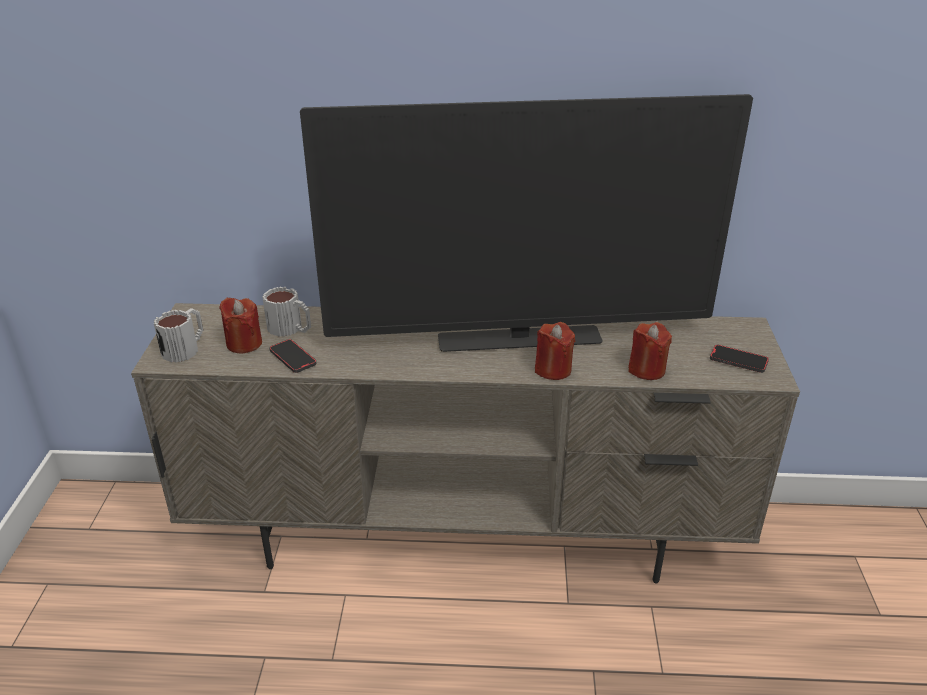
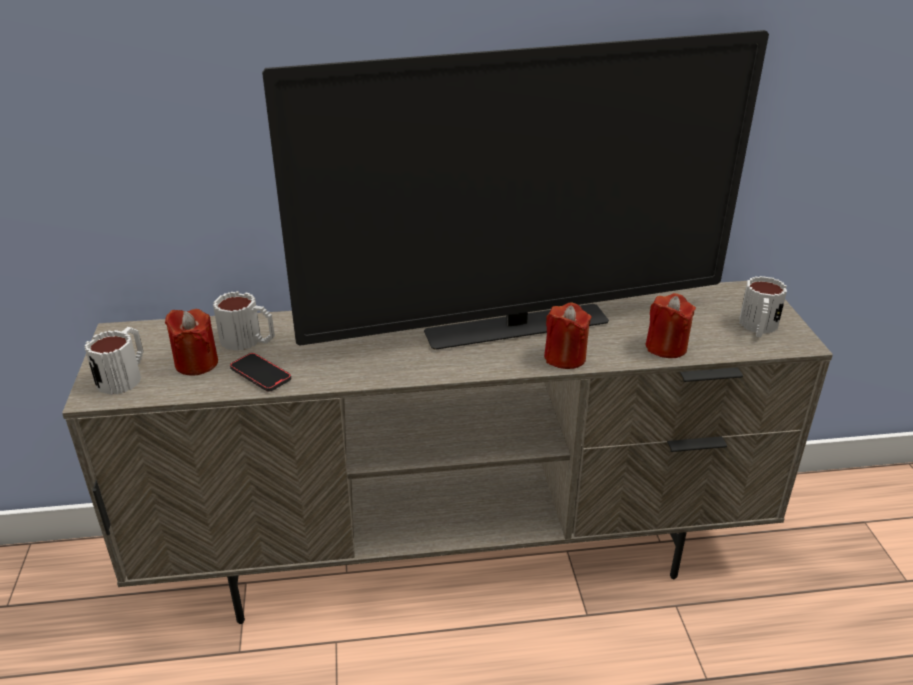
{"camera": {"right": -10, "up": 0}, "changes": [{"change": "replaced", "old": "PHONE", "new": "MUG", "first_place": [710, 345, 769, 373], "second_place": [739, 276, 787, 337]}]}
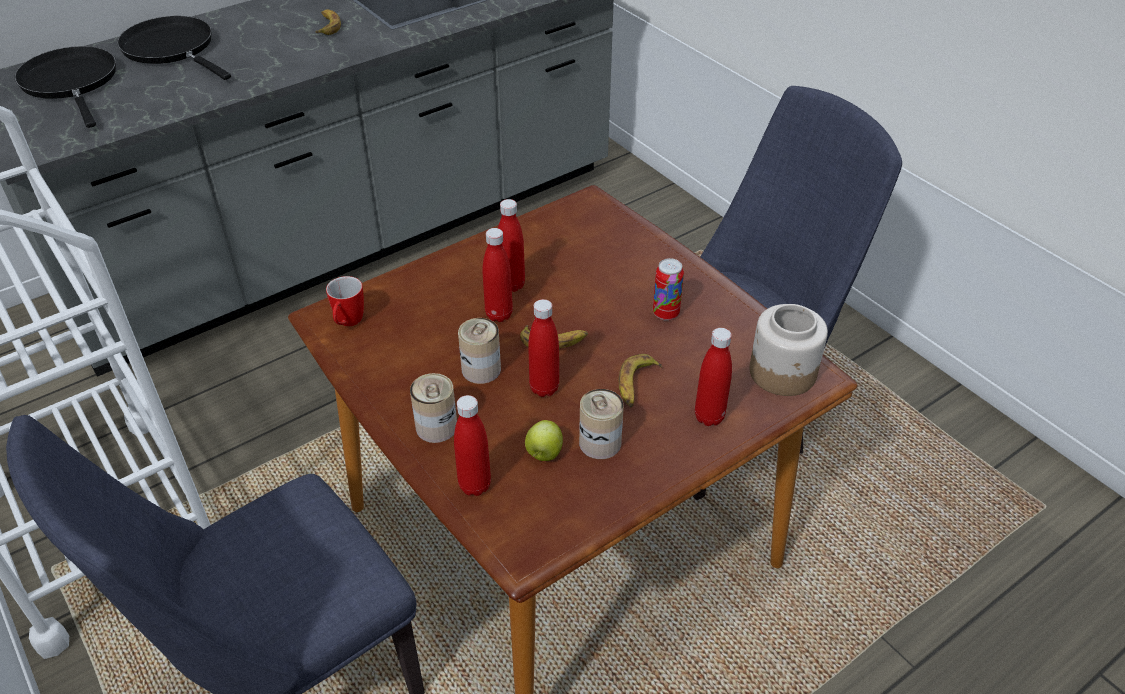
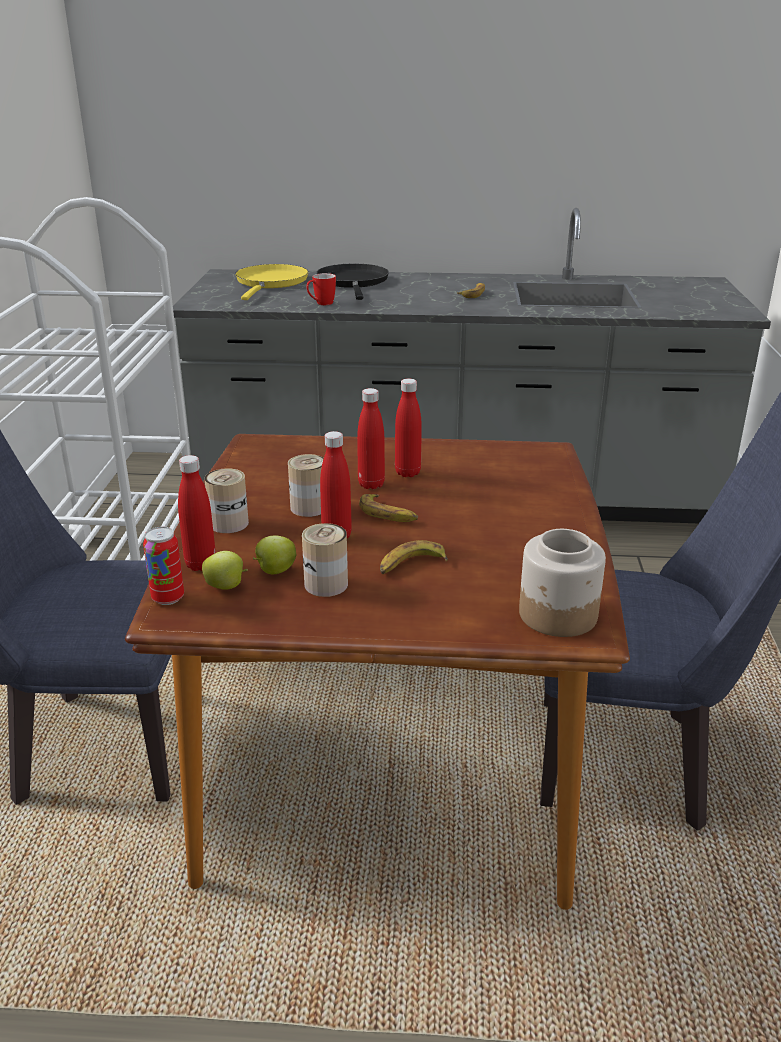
{"camera": {"right": 40, "up": -15}, "changes": [{"change": "removed", "old": "RED BOTTLE", "first_place": [695, 328, 732, 426]}, {"change": "added", "new": "APPLE", "second_place": [202, 551, 248, 590]}, {"change": "moved", "old": "MUG", "first_place": [326, 276, 364, 326], "second_place": [306, 273, 336, 305]}, {"change": "moved", "old": "CAN", "first_place": [653, 258, 684, 321], "second_place": [143, 527, 184, 605]}, {"change": "recoloured", "old": "BLACK FRYING PAN", "new": "YELLOW FRYING PAN", "first_place": [15, 46, 116, 128], "second_place": [235, 264, 308, 300]}]}
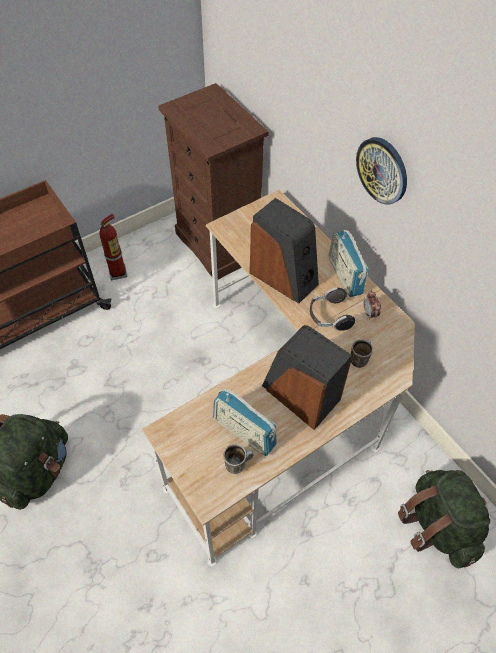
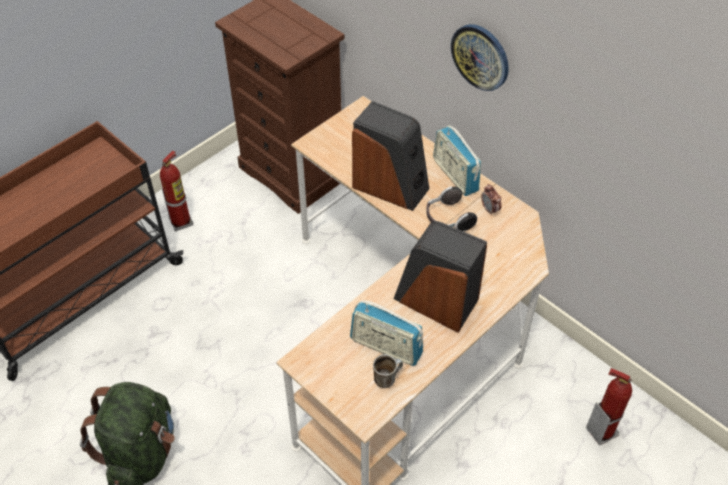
{"camera": {"right": -10, "up": -5}, "changes": [{"change": "removed", "old": "MUG", "first_place": [351, 339, 373, 368]}, {"change": "replaced", "old": "GREEN BACKPACK", "new": "FIRE EXTINGUISHER", "first_place": [398, 470, 490, 569], "second_place": [586, 368, 632, 445]}]}
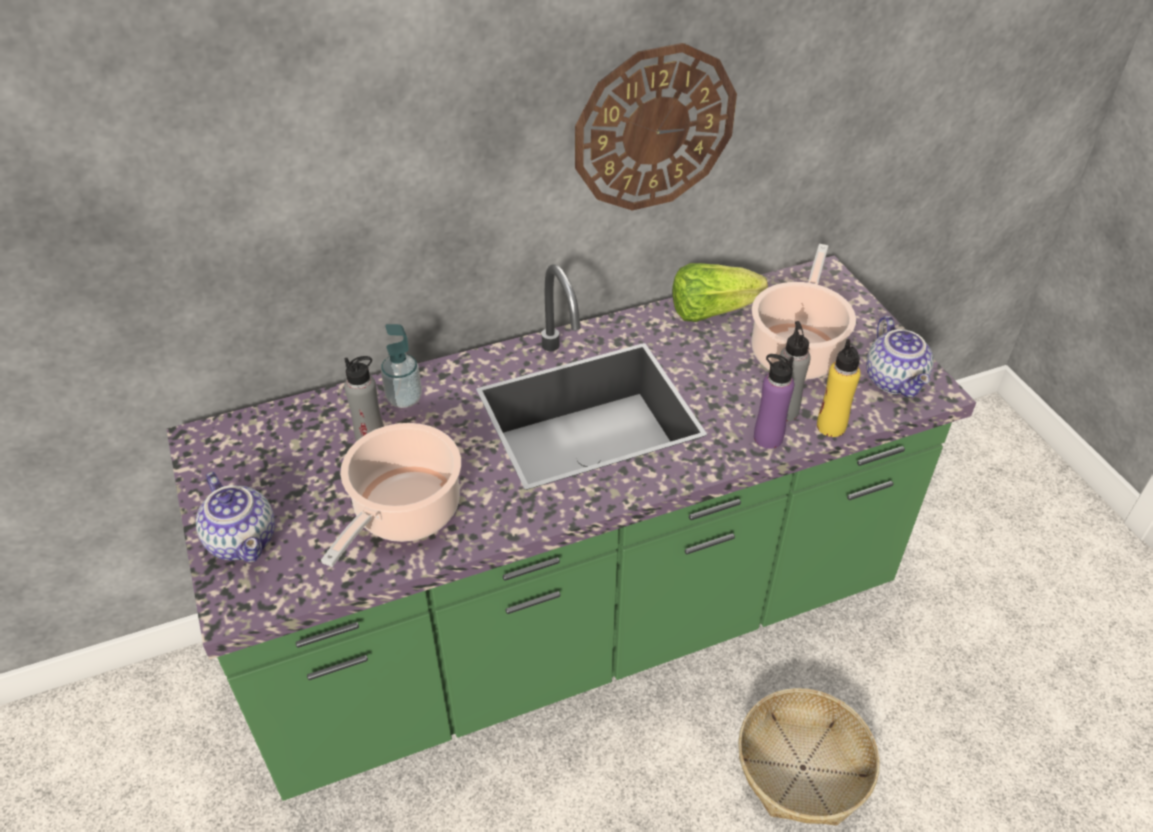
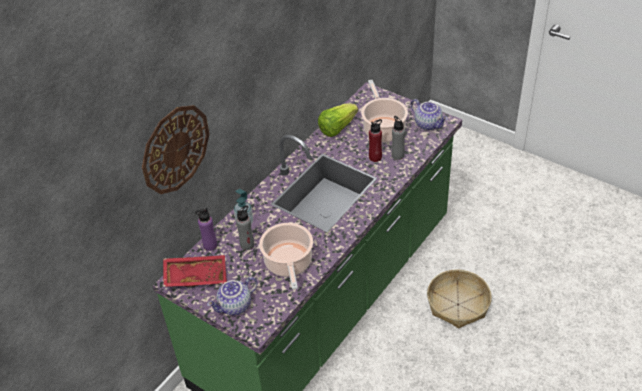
{"camera": {"right": -30, "up": 0}, "changes": [{"change": "removed", "old": "YELLOW BOTTLE", "first_place": [817, 339, 861, 437]}, {"change": "added", "new": "RED TRAY", "second_place": [163, 255, 227, 287]}, {"change": "added", "new": "RED BOTTLE", "second_place": [369, 119, 382, 162]}, {"change": "moved", "old": "WALL CLOCK", "first_place": [575, 43, 737, 211], "second_place": [142, 105, 209, 194]}, {"change": "moved", "old": "PURPLE BOTTLE", "first_place": [754, 354, 794, 449], "second_place": [195, 208, 217, 251]}, {"change": "turned", "old": "TEAPOT", "first_place": [196, 472, 275, 562], "second_place": [207, 277, 257, 315], "degrees": 120}]}
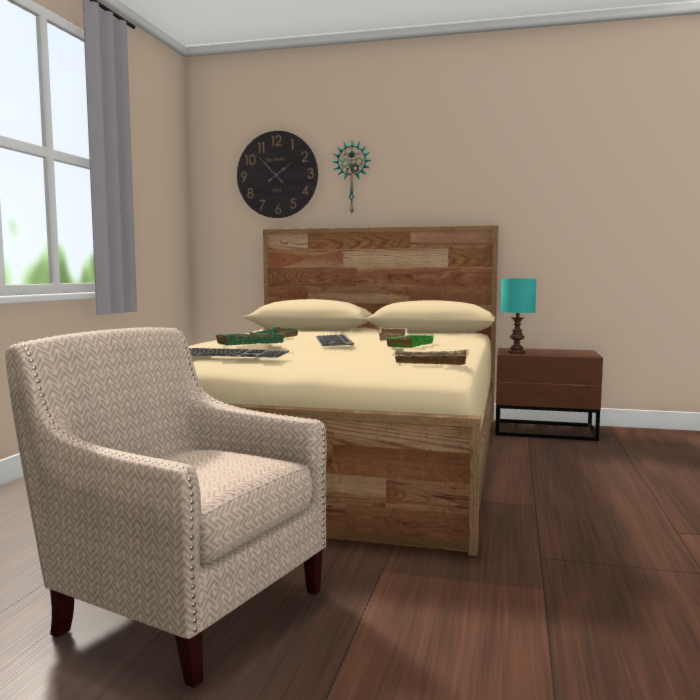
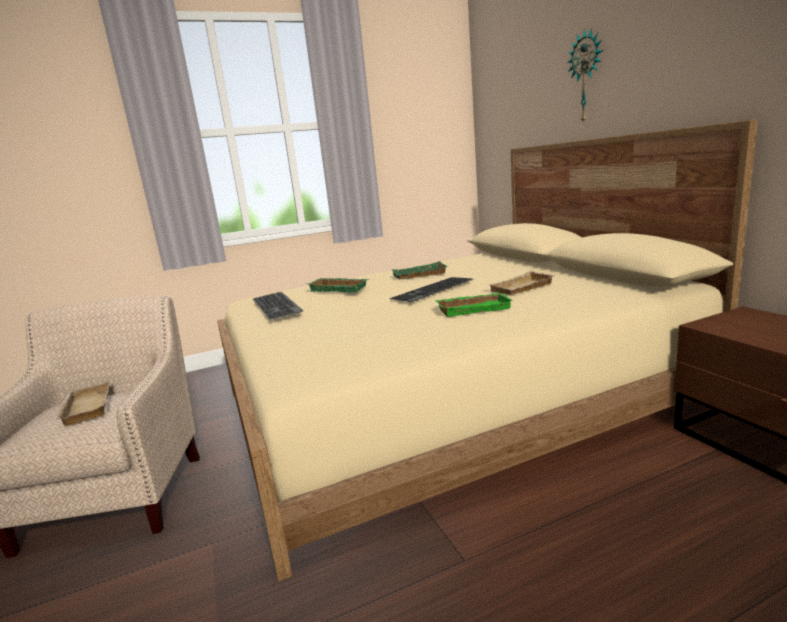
{"camera": {"right": 55, "up": 10}, "changes": [{"change": "removed", "old": "WALL CLOCK", "first_place": [237, 131, 318, 218]}, {"change": "removed", "old": "TURQUOISE TABLE LAMP", "first_place": [500, 278, 536, 354]}, {"change": "moved", "old": "BEIGE TRAY", "first_place": [392, 349, 469, 365], "second_place": [56, 382, 109, 426]}]}
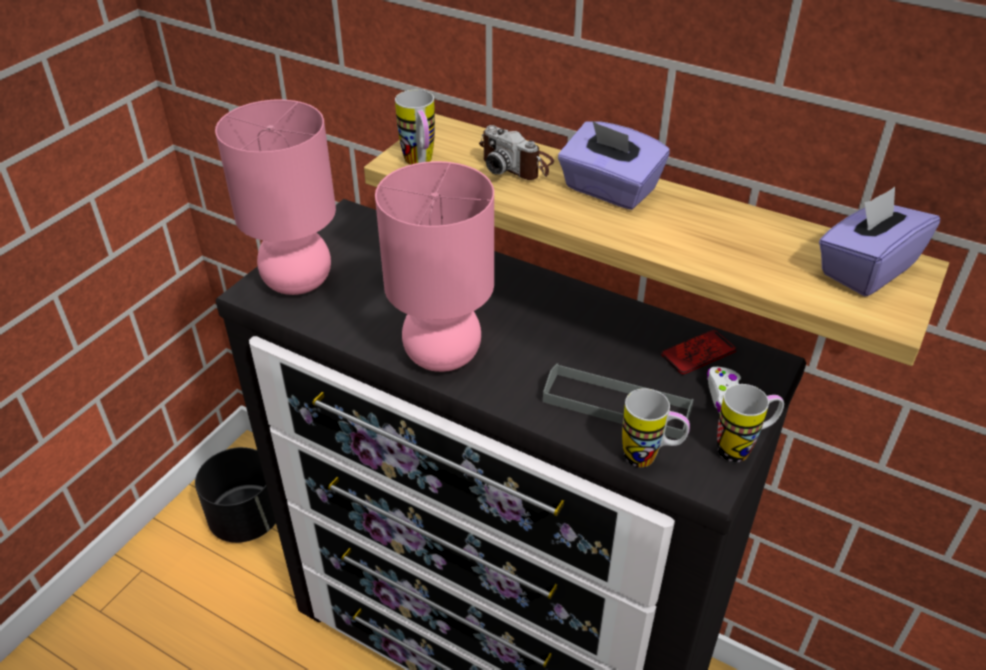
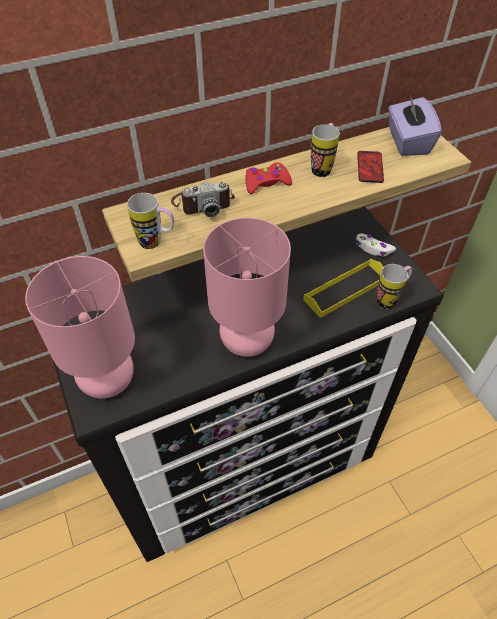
{"camera": {"right": -55, "up": 10}, "changes": [{"change": "removed", "old": "BLACK PLANTER", "first_place": [195, 447, 276, 543]}, {"change": "moved", "old": "PHONE", "first_place": [661, 330, 737, 374], "second_place": [357, 151, 384, 183]}, {"change": "moved", "old": "MUG", "first_place": [717, 384, 784, 463], "second_place": [311, 123, 340, 177]}, {"change": "replaced", "old": "PURPLE TISSUE BOX", "new": "RED GAME CONTROLLER", "first_place": [558, 121, 670, 210], "second_place": [245, 162, 292, 194]}, {"change": "recoloured", "old": "GREY TRAY", "new": "YELLOW TRAY", "first_place": [543, 363, 694, 439], "second_place": [303, 259, 383, 318]}]}
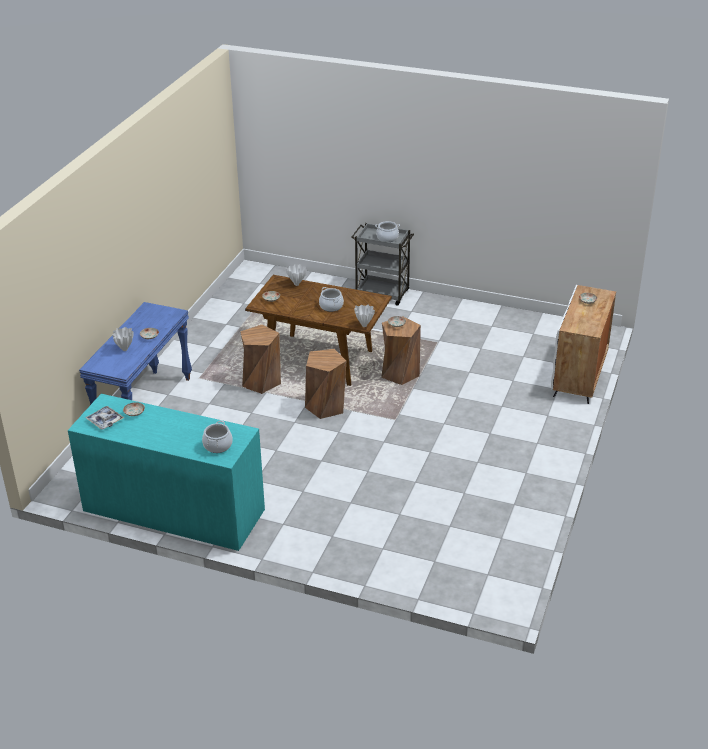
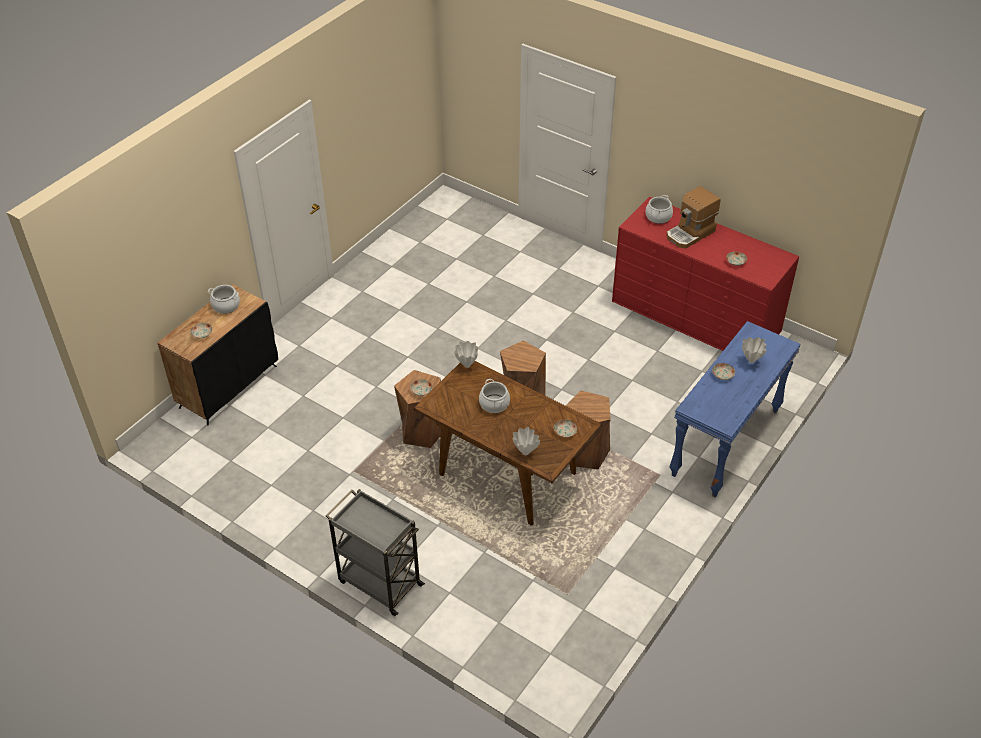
{"camera": {"right": -165, "up": 10}, "changes": [{"change": "removed", "old": "TRAY", "first_place": [85, 406, 124, 430]}, {"change": "added", "new": "COFFEE MACHINE", "second_place": [667, 186, 721, 249]}, {"change": "moved", "old": "COOKING POT", "first_place": [375, 221, 400, 242], "second_place": [208, 285, 240, 314]}, {"change": "recoloured", "old": "TURQUOISE DRESSER", "new": "RED DRESSER", "first_place": [68, 394, 265, 551], "second_place": [612, 196, 799, 351]}, {"change": "recoloured", "old": "WHITE CABINET", "new": "BLACK CABINET", "first_place": [551, 285, 616, 404], "second_place": [158, 285, 278, 426]}]}
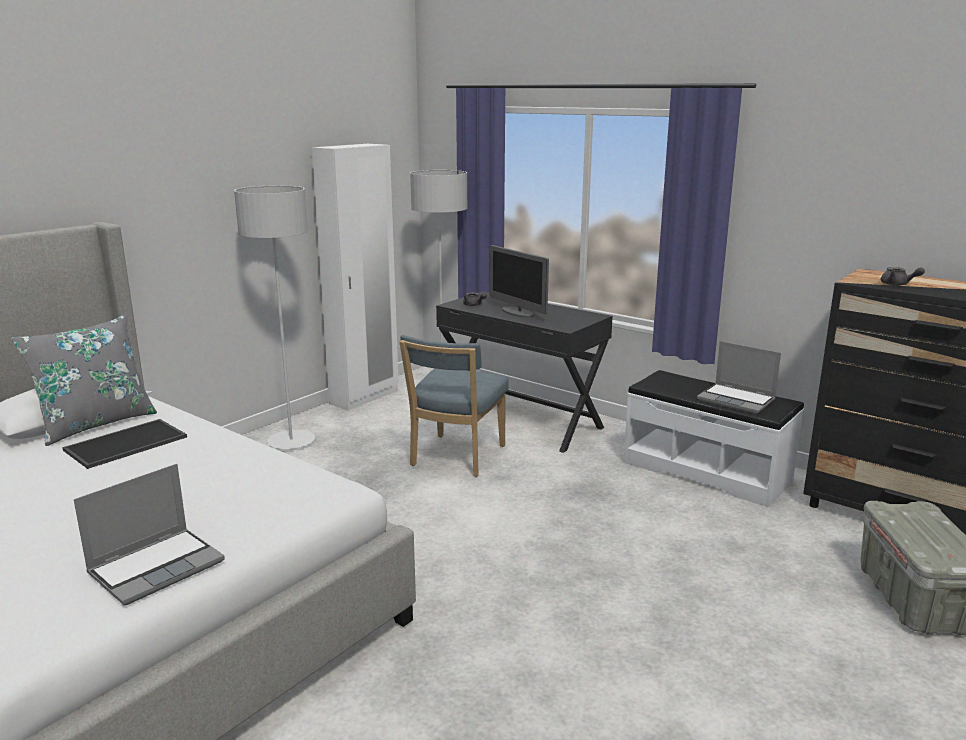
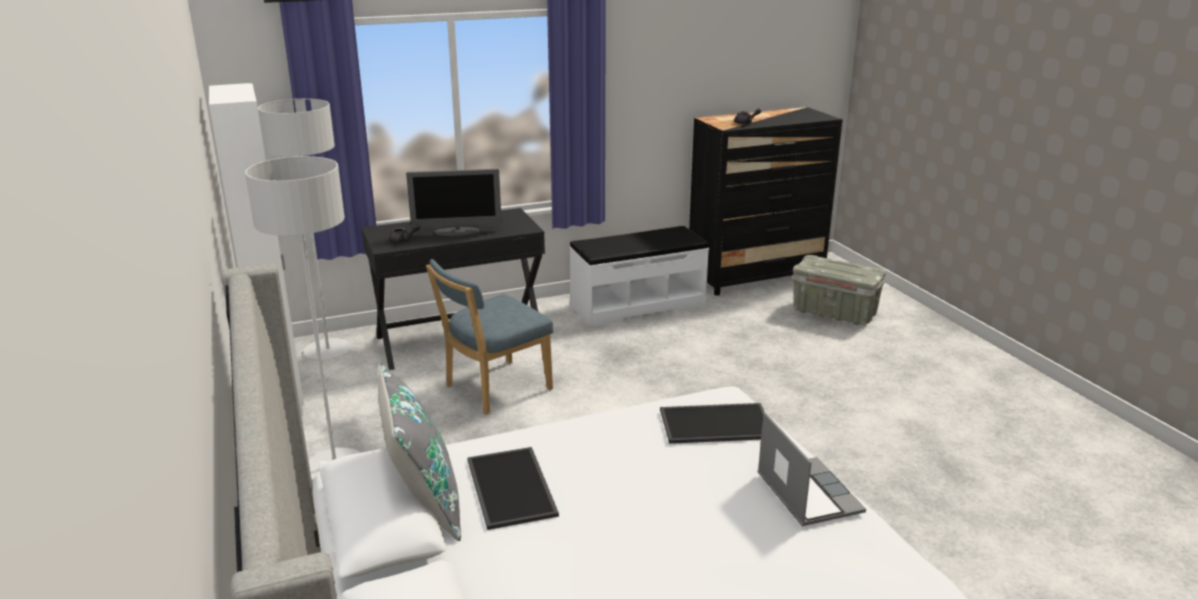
{"camera": {"right": -60, "up": 5}, "changes": [{"change": "removed", "old": "LAPTOP", "first_place": [697, 341, 781, 414]}, {"change": "added", "new": "TRAY", "second_place": [660, 403, 765, 444]}, {"change": "turned", "old": "BLUE CHAIR", "first_place": [399, 335, 509, 477], "second_place": [426, 259, 554, 415], "degrees": 90}]}
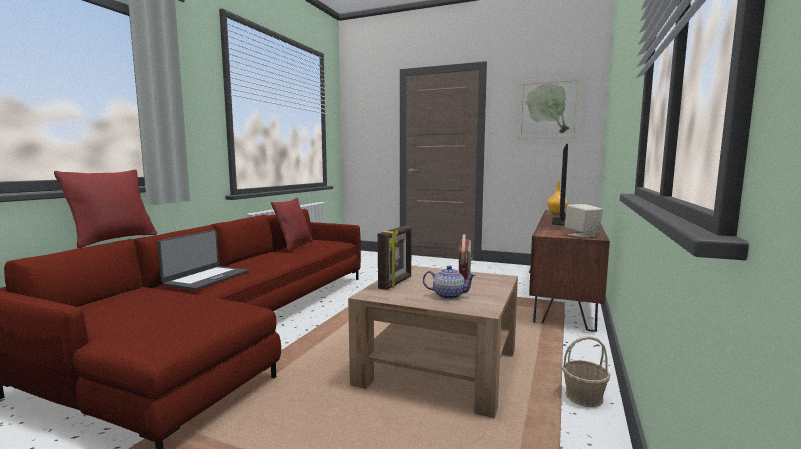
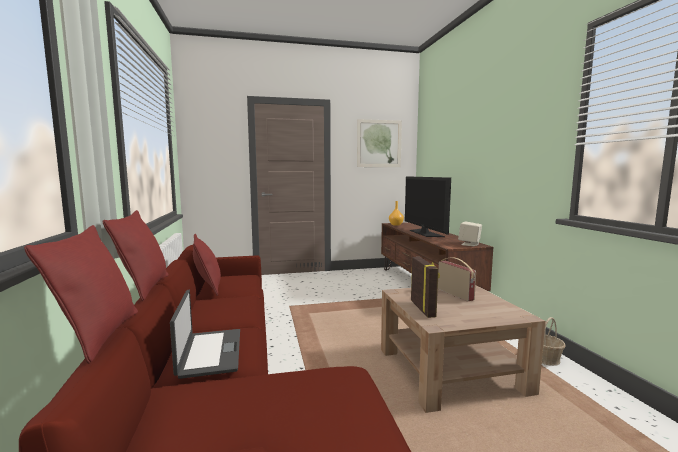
{"camera": {"right": -35, "up": 0}, "changes": [{"change": "removed", "old": "TEAPOT", "first_place": [423, 265, 476, 299]}, {"change": "added", "new": "RED PILLOW", "second_place": [102, 210, 169, 301]}]}
